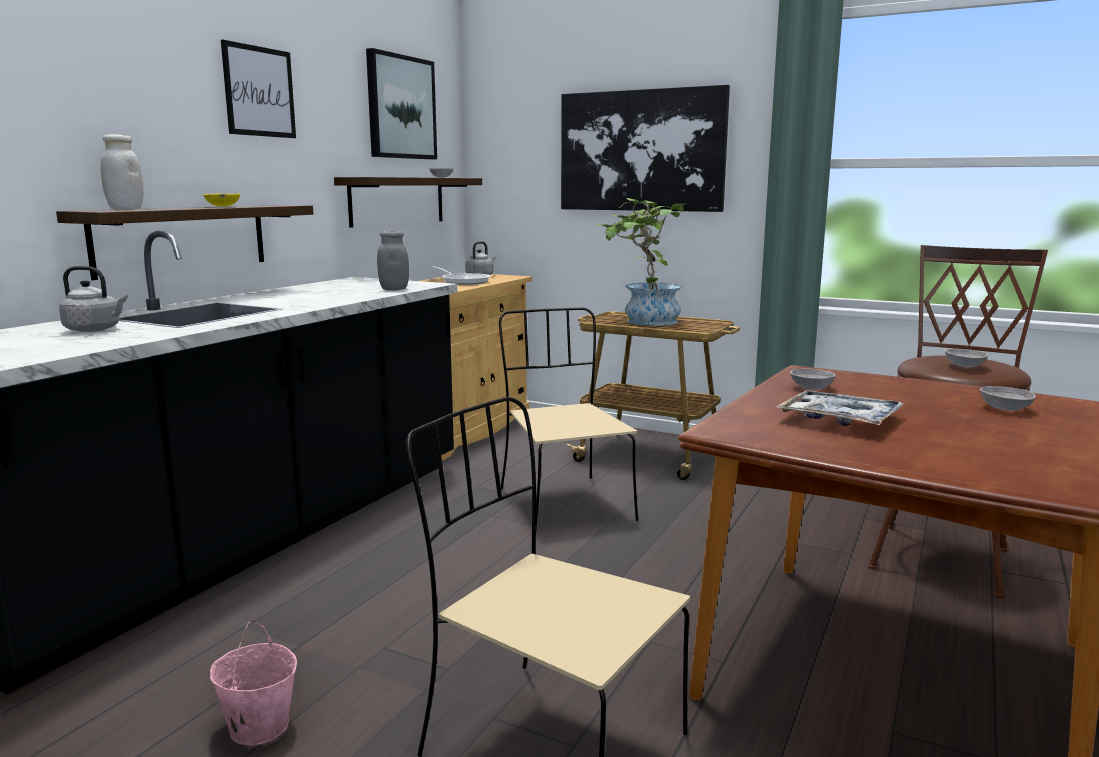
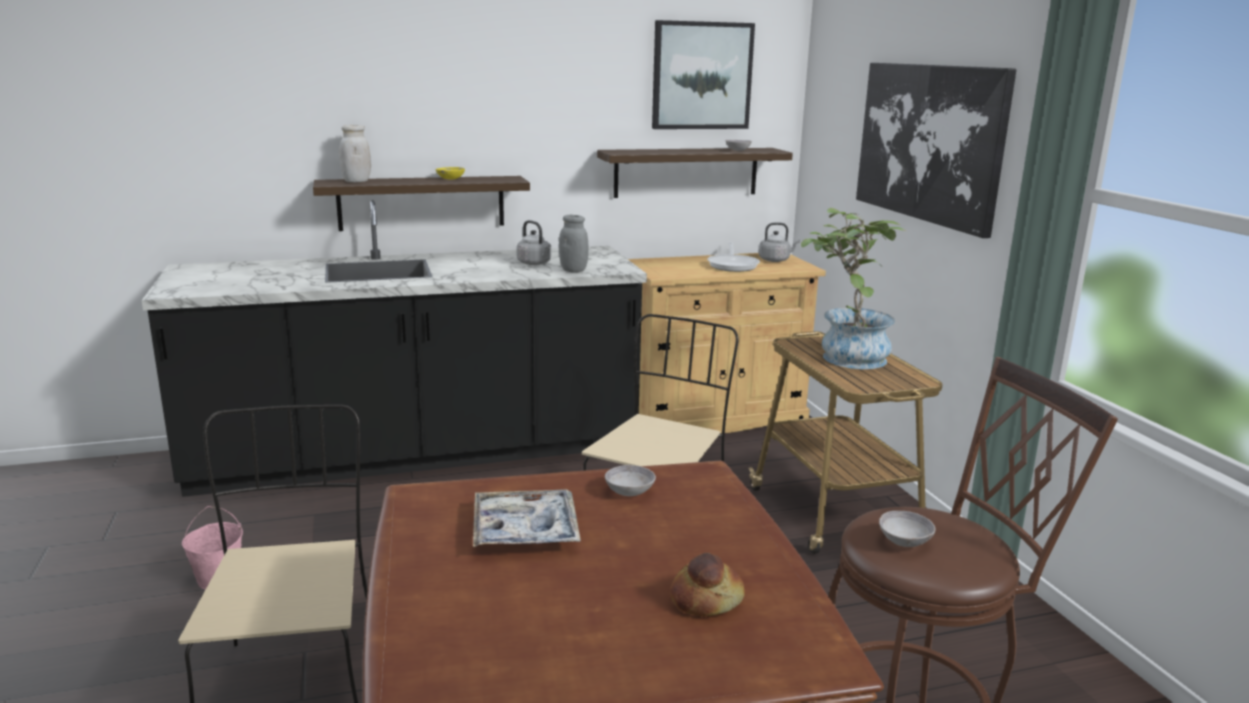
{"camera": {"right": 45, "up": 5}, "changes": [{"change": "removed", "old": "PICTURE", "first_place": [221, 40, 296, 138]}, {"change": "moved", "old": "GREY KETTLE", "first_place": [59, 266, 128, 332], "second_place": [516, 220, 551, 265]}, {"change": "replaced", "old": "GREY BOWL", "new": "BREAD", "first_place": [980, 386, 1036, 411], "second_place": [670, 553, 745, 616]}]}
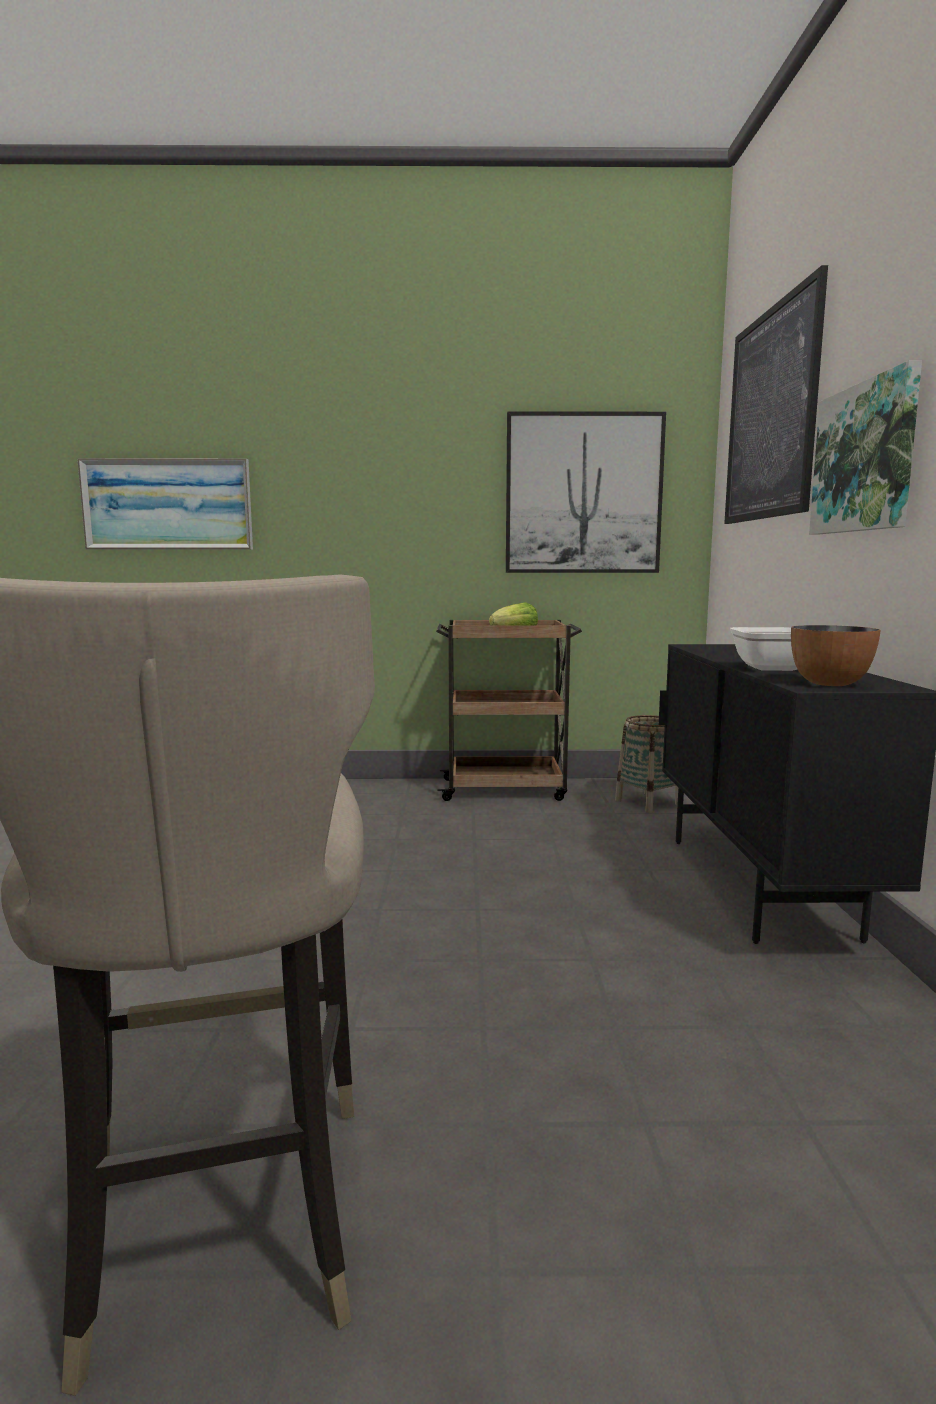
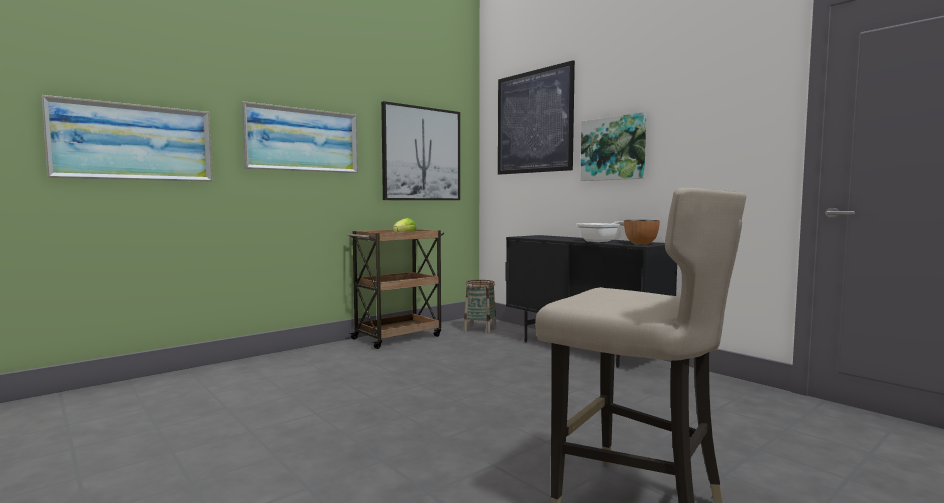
{"camera": {"right": -40, "up": -5}, "changes": [{"change": "added", "new": "PICTURE", "second_place": [242, 101, 358, 173]}]}
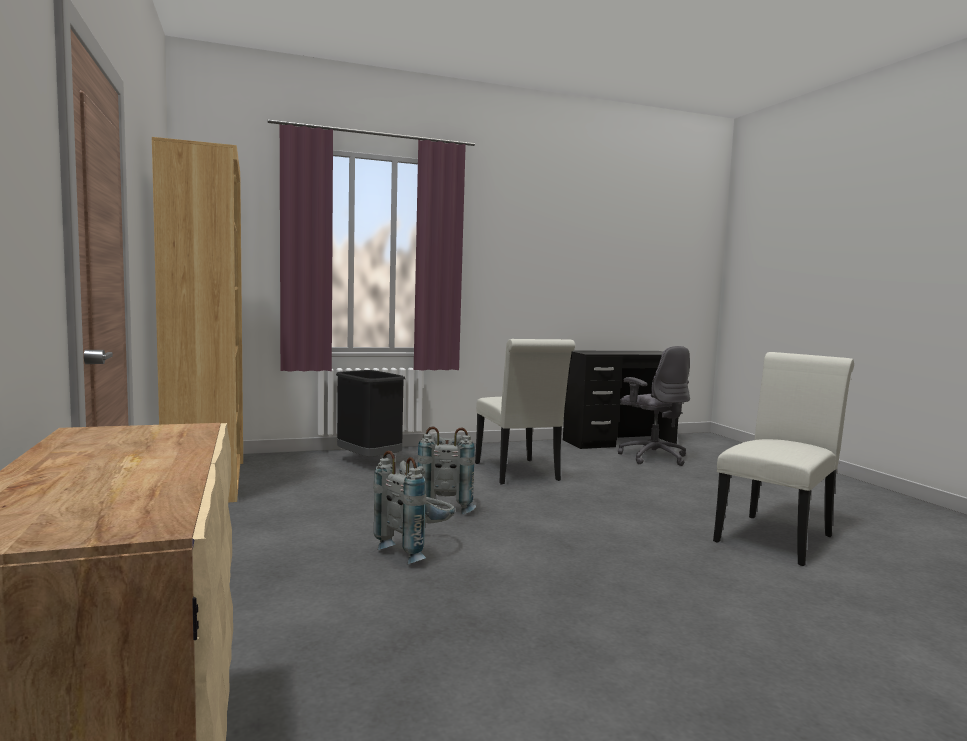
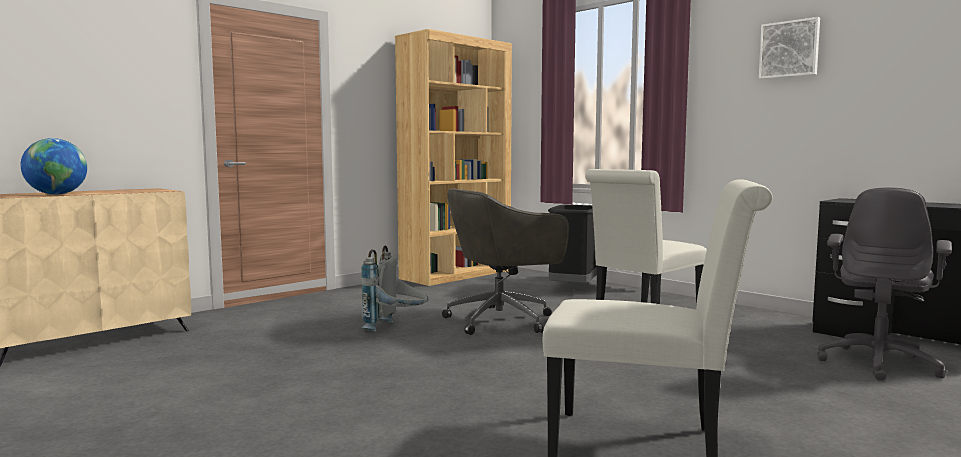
{"camera": {"right": 65, "up": 0}, "changes": [{"change": "added", "new": "GLOBE", "second_place": [20, 138, 87, 195]}, {"change": "added", "new": "PICTURE", "second_place": [759, 17, 820, 79]}, {"change": "replaced", "old": "GREY BACKPACK", "new": "GREY OFFICE CHAIR", "first_place": [418, 427, 476, 514], "second_place": [442, 189, 569, 335]}]}
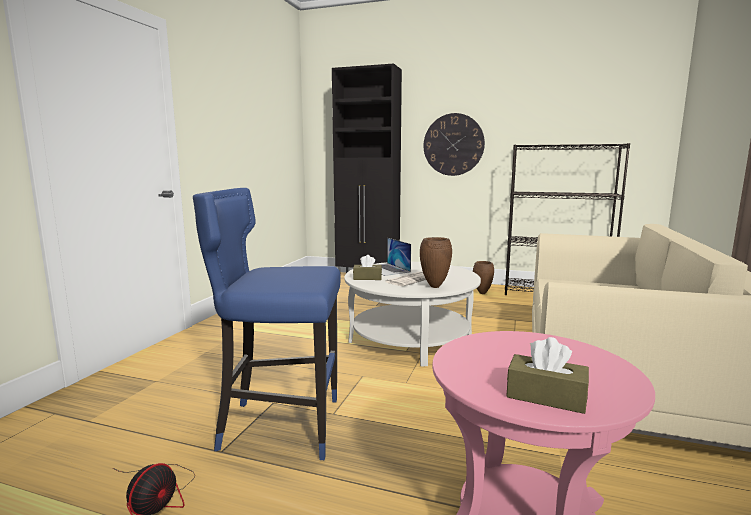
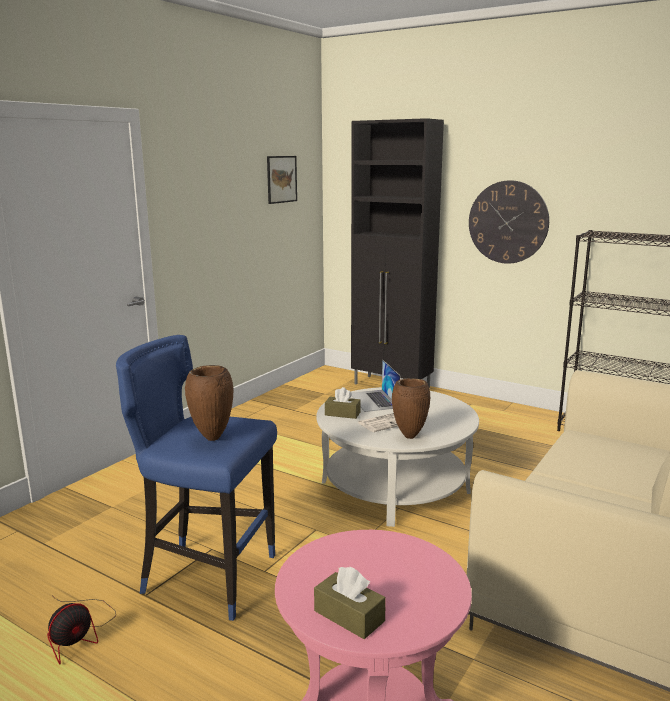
{"camera": {"right": 15, "up": 5}, "changes": [{"change": "added", "new": "PICTURE", "second_place": [267, 156, 297, 204]}, {"change": "moved", "old": "BROWN VASE", "first_place": [473, 261, 494, 294], "second_place": [185, 365, 234, 441]}]}
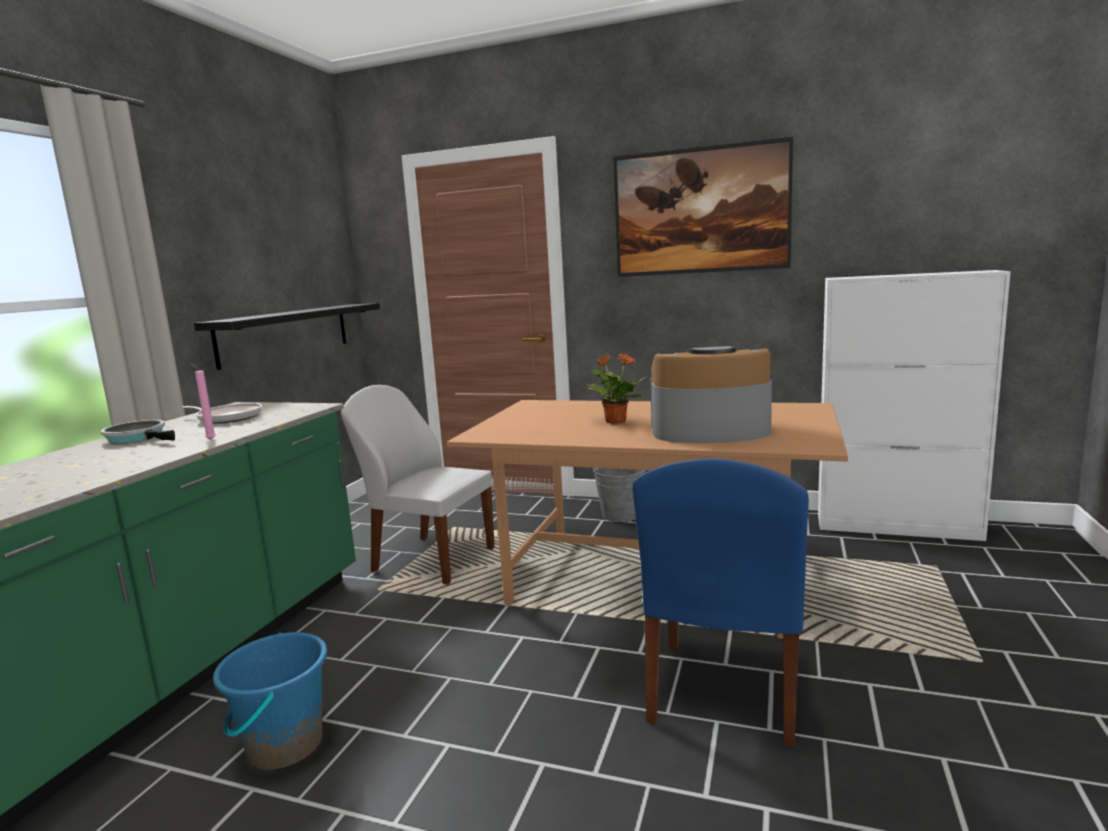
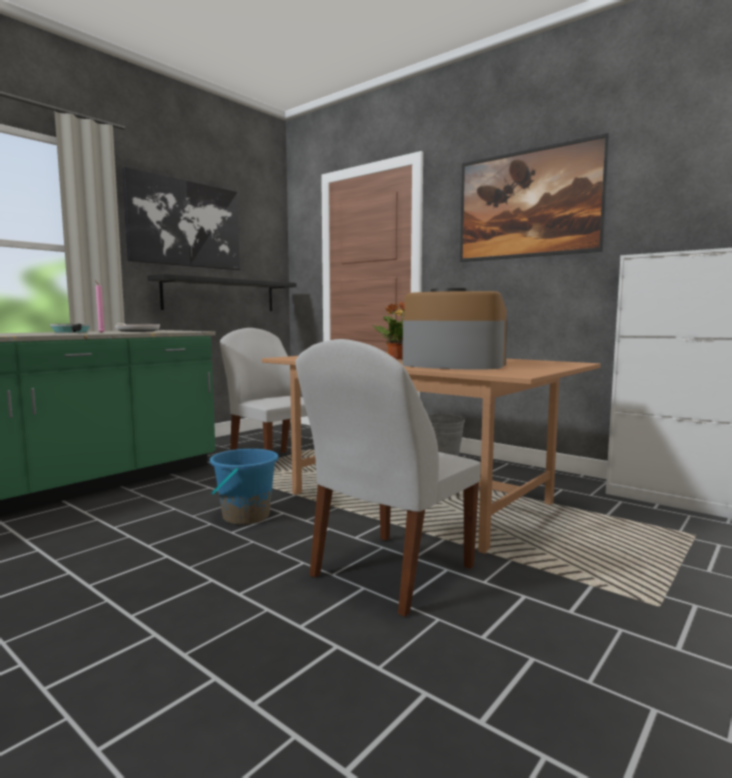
{"camera": {"right": 20, "up": -5}, "changes": [{"change": "added", "new": "PICTURE", "second_place": [122, 167, 240, 270]}, {"change": "moved", "old": "BLUE BUCKET", "first_place": [213, 632, 327, 770], "second_place": [210, 449, 279, 525]}, {"change": "recoloured", "old": "BLUE CHAIR", "new": "WHITE CHAIR", "first_place": [632, 458, 809, 747], "second_place": [295, 339, 481, 617]}]}
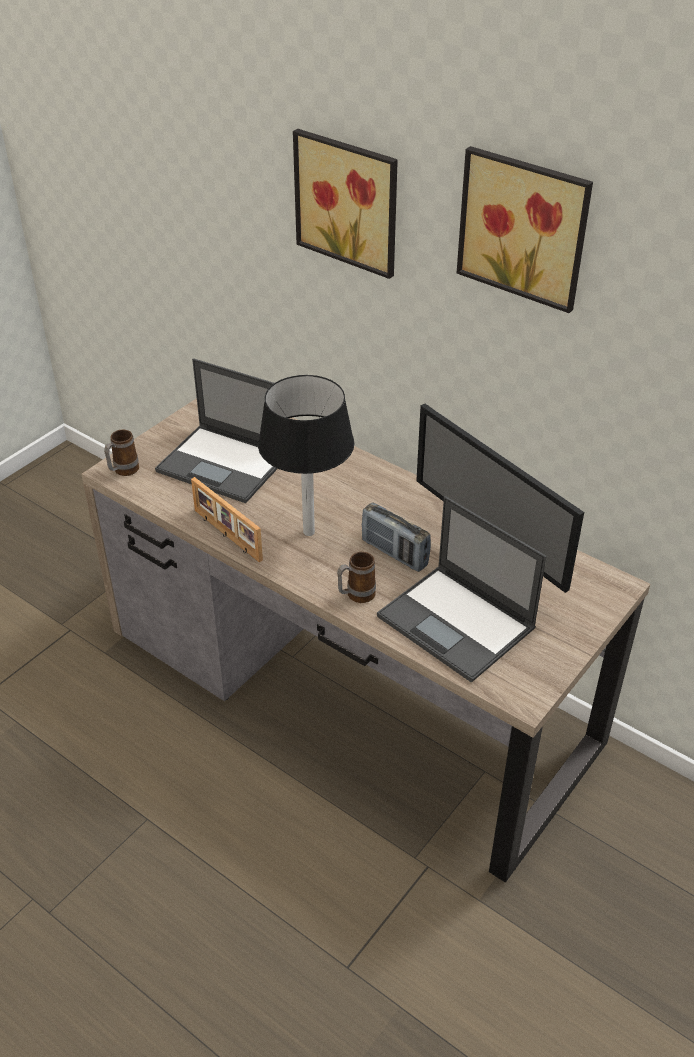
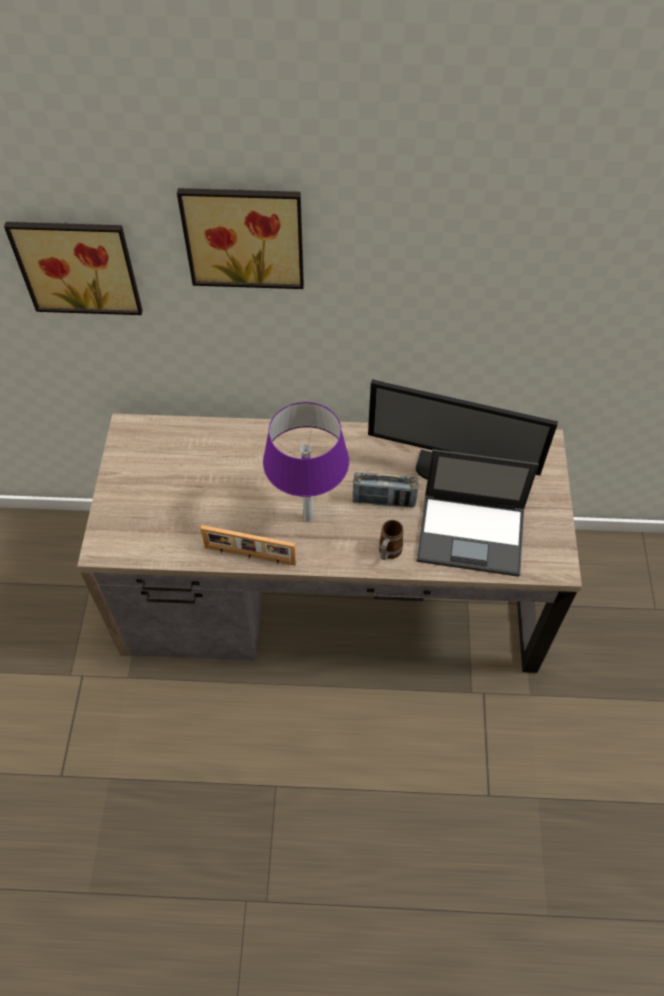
{"camera": {"right": -35, "up": 15}, "changes": [{"change": "removed", "old": "MUG", "first_place": [104, 429, 139, 476]}, {"change": "removed", "old": "LAPTOP", "first_place": [155, 359, 278, 503]}, {"change": "moved", "old": "PICTURE", "first_place": [457, 146, 593, 313], "second_place": [4, 222, 143, 315]}, {"change": "recoloured", "old": "BLACK TABLE LAMP", "new": "PURPLE TABLE LAMP", "first_place": [258, 375, 354, 536], "second_place": [263, 402, 349, 522]}]}
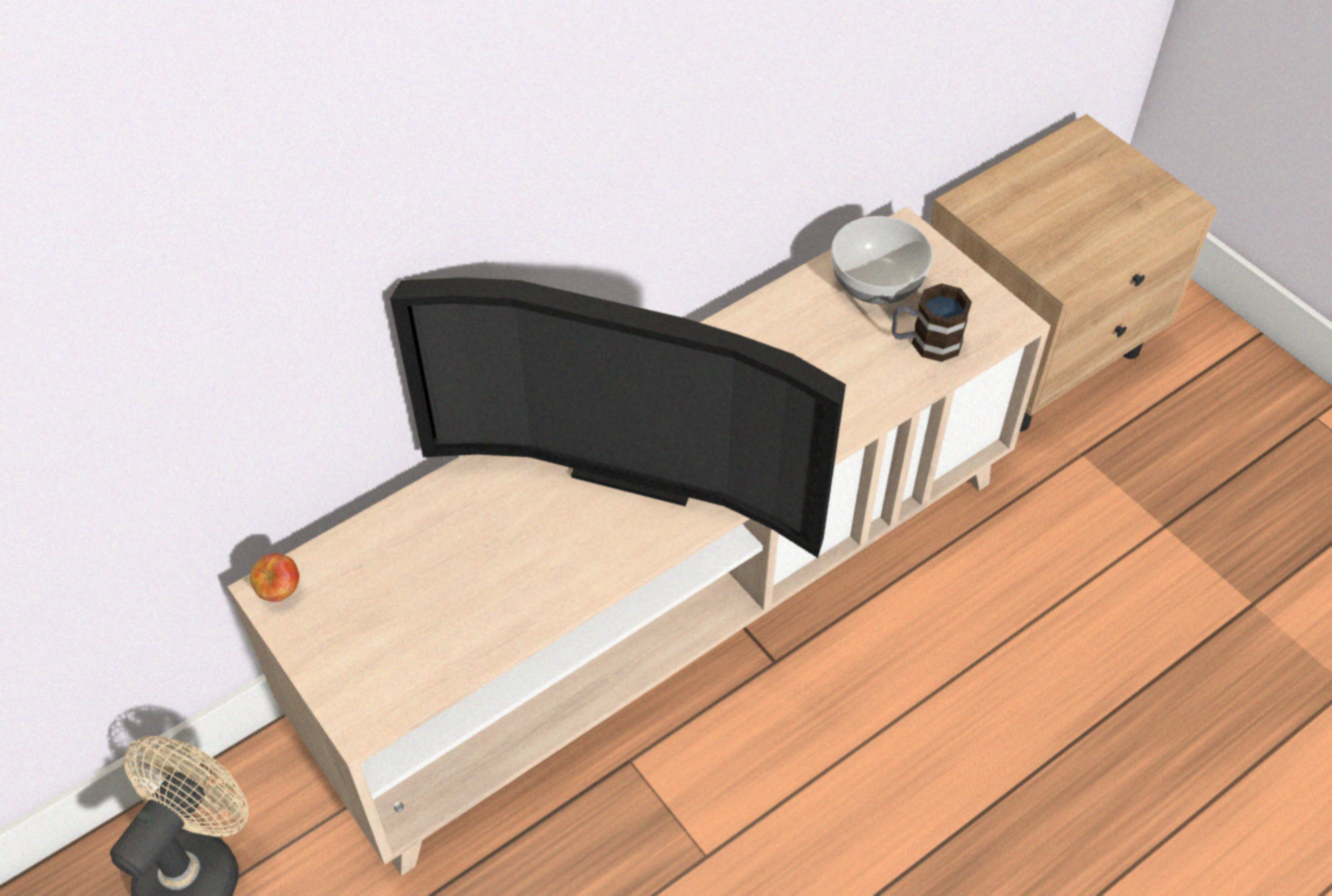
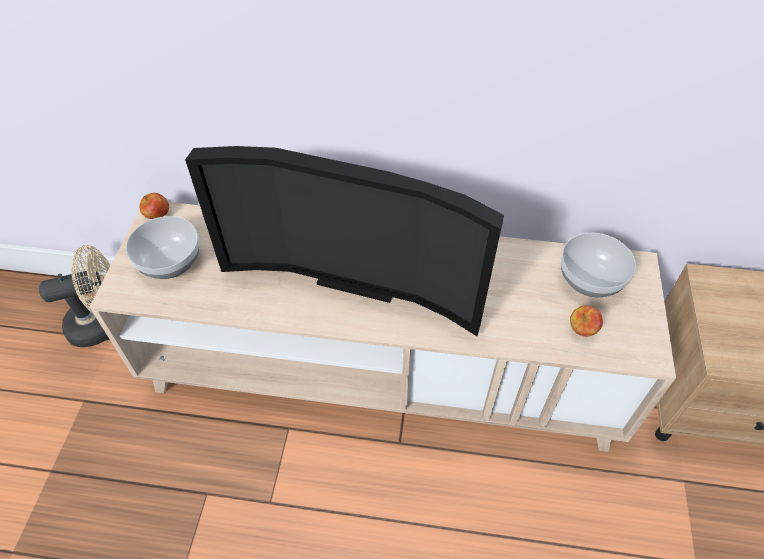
{"camera": {"right": 45, "up": 0}, "changes": [{"change": "added", "new": "BOWL", "second_place": [126, 216, 199, 279]}, {"change": "replaced", "old": "MUG", "new": "APPLE", "first_place": [892, 283, 972, 362], "second_place": [570, 305, 603, 337]}, {"change": "turned", "old": "TELEVISION", "first_place": [390, 277, 846, 558], "second_place": [185, 146, 504, 336], "degrees": -45}]}
